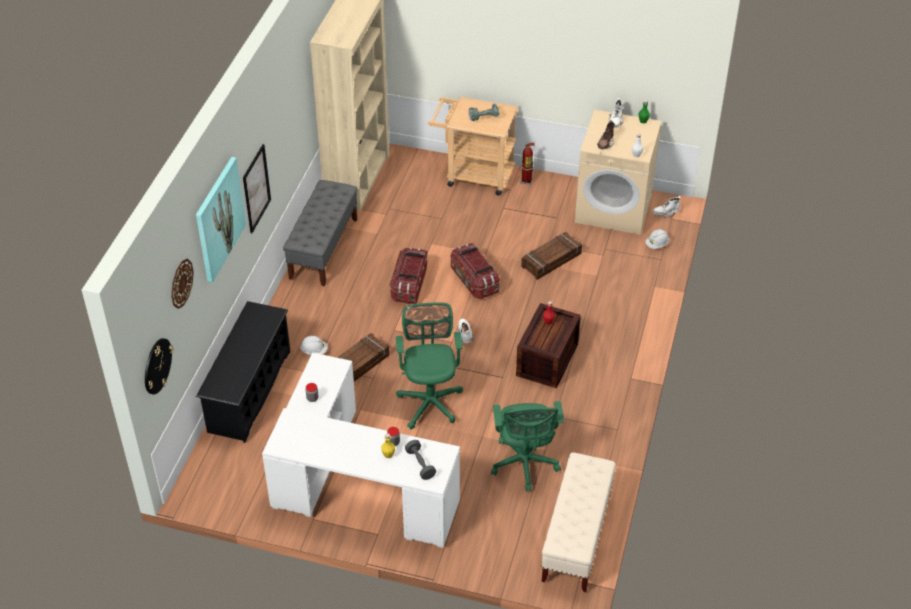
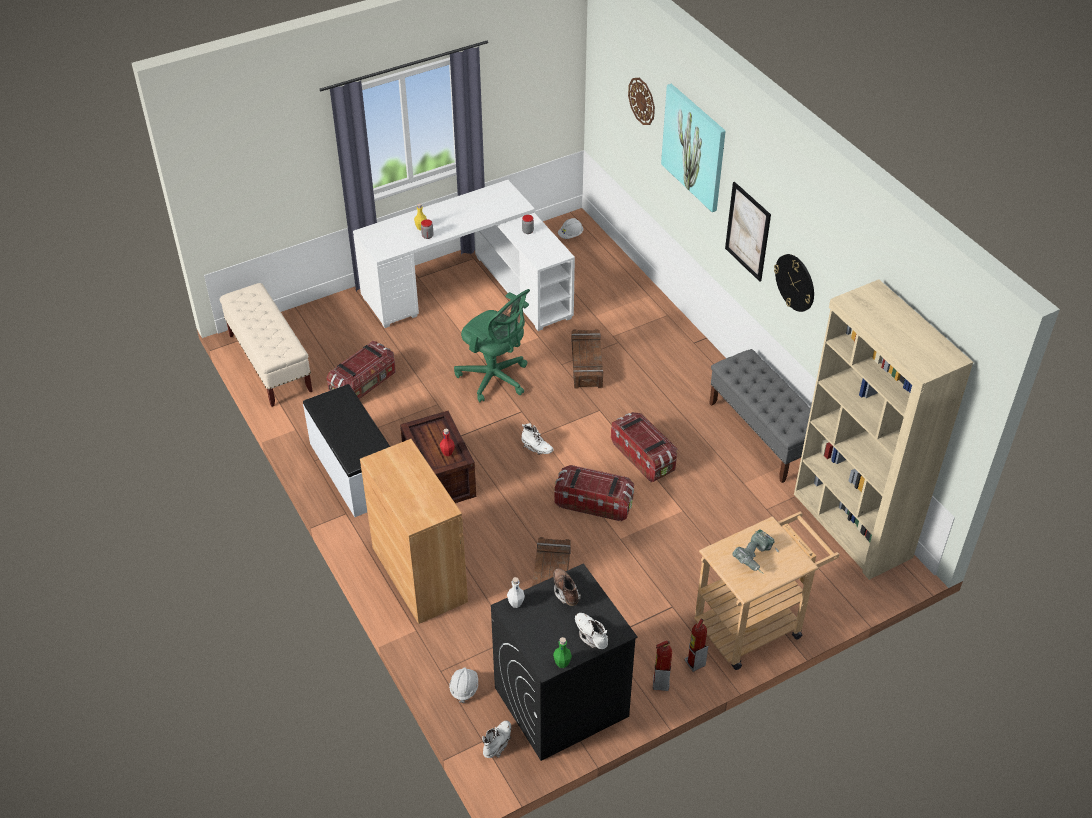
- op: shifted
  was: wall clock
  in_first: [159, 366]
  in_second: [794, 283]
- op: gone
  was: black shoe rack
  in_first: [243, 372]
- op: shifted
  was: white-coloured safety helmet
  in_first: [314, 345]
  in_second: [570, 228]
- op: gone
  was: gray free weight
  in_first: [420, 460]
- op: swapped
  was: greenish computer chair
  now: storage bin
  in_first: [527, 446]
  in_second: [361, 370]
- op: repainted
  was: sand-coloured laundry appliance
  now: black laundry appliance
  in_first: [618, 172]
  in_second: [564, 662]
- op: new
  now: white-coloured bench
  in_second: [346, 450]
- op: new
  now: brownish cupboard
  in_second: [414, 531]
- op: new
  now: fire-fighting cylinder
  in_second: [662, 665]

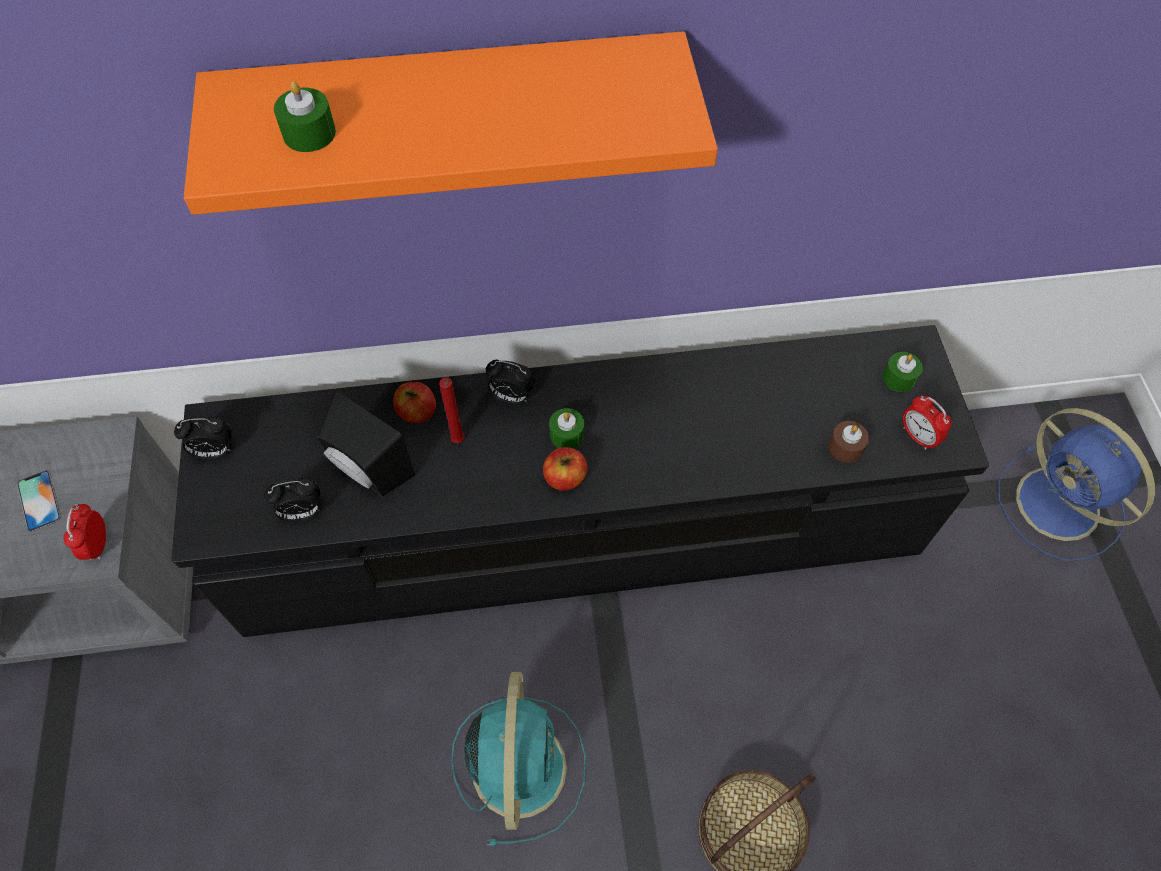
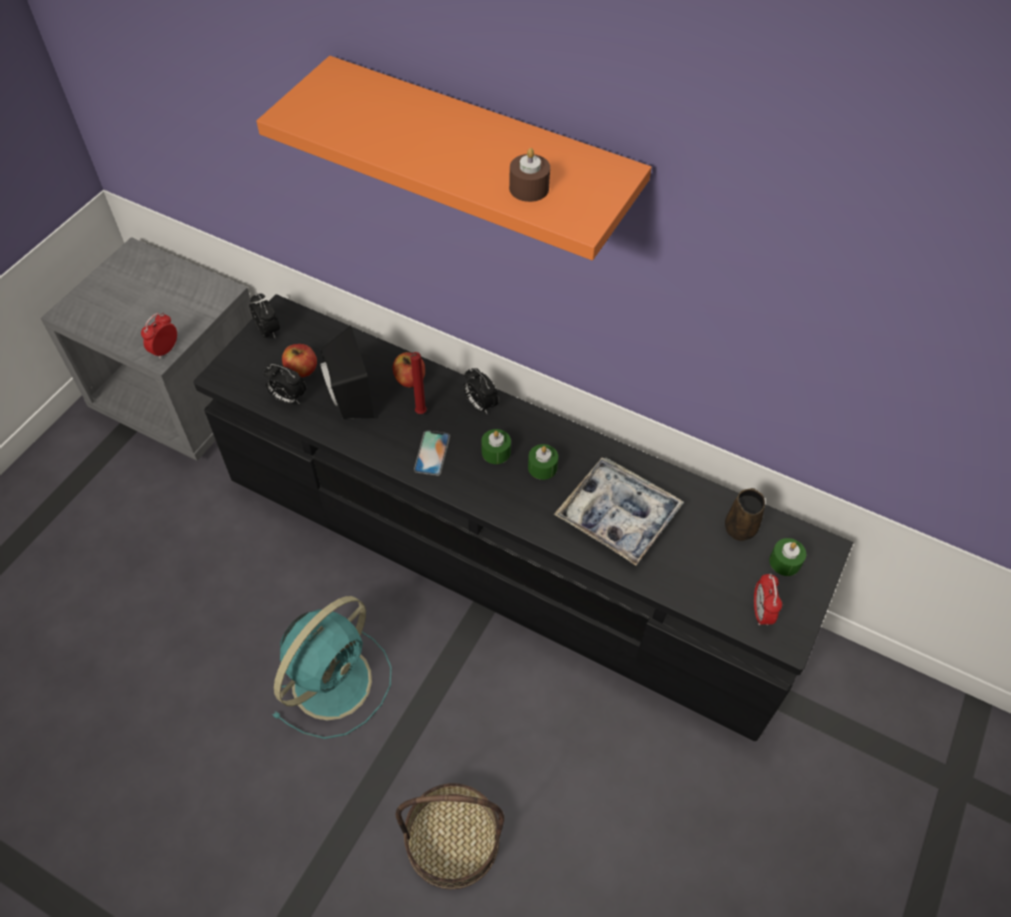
- op: shifted
  was: telephone
  in_first: [39, 501]
  in_second: [432, 453]
- op: rotated
  was: bedside clock
  in_first: [203, 438]
  in_second: [264, 315]
  clockwise: -150
- op: shifted
  was: greenish wax candle
  in_first: [305, 116]
  in_second: [543, 462]
- op: shifted
  was: apple fruit
  in_first: [565, 469]
  in_second: [299, 360]
- op: shifted
  was: brownish wax candle
  in_first: [848, 442]
  in_second: [529, 175]
- op: gone
  was: blue fan
  in_first: [1076, 484]
- op: new
  now: serving tray
  in_second: [619, 512]
- op: new
  now: brownish tea mug
  in_second: [745, 514]

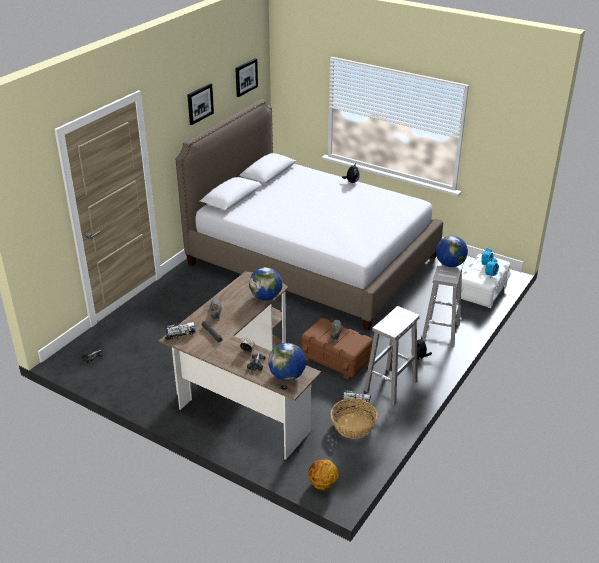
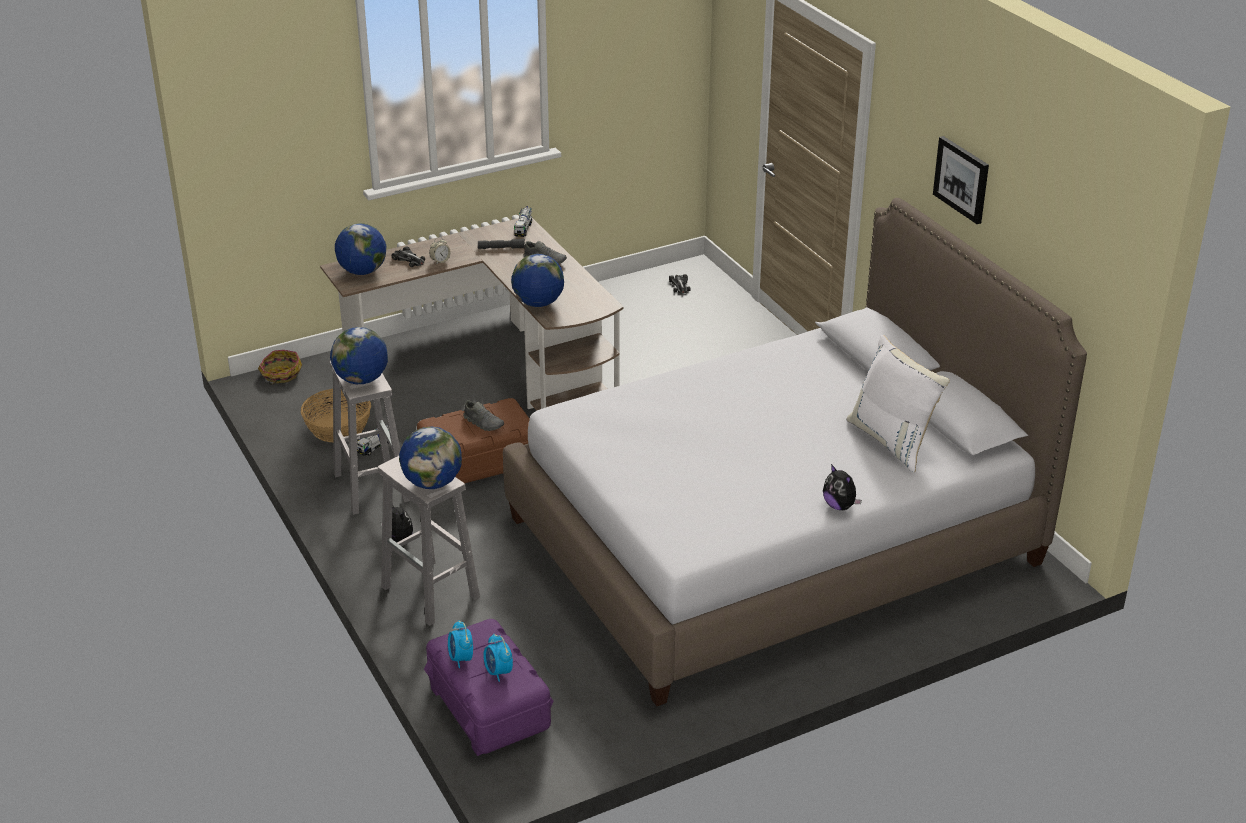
- op: gone
  was: wall picture
  in_first: [246, 77]
- op: swapped
  was: ball for basketball
  now: storage basket
  in_first: [323, 474]
  in_second: [280, 367]
- op: repainted
  was: white-coloured storage bin
  now: purple storage bin
  in_first: [486, 281]
  in_second: [489, 687]
- op: new
  now: desk globe
  in_second: [359, 355]
- op: new
  now: white-coloured cushion
  in_second: [898, 403]

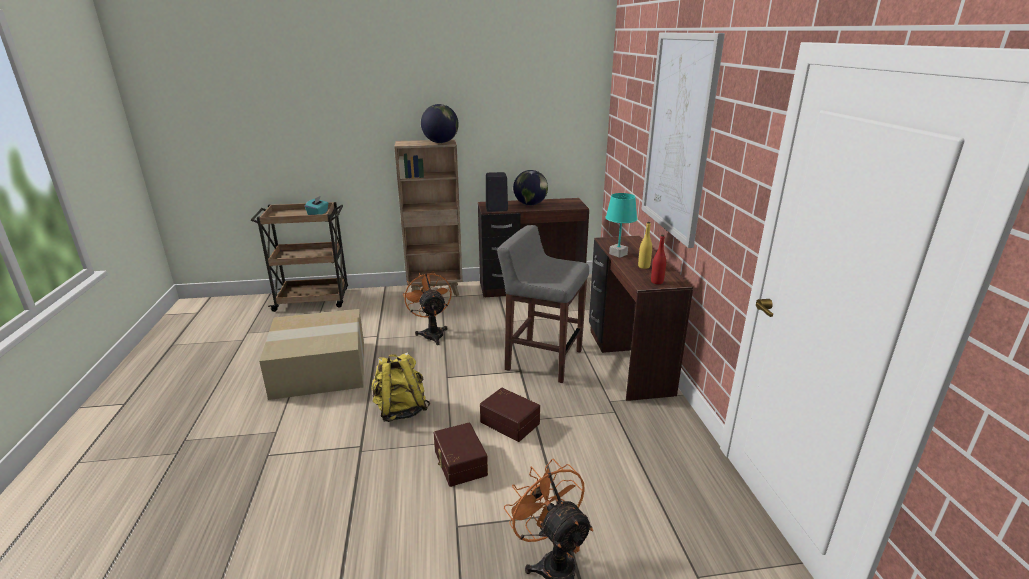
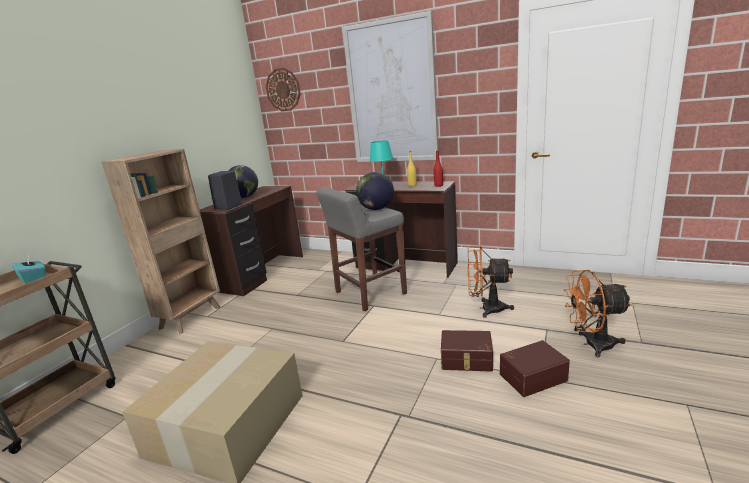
- op: gone
  was: yellow-coloured rucksack
  in_first: [401, 387]
- op: shifted
  was: orange-coloured fan
  in_first: [427, 308]
  in_second: [491, 282]
- op: shifted
  was: desk globe
  in_first: [440, 123]
  in_second: [375, 191]
- op: shifted
  was: brownish storage bin
  in_first: [510, 415]
  in_second: [535, 368]
- op: new
  now: wall clock
  in_second: [283, 89]

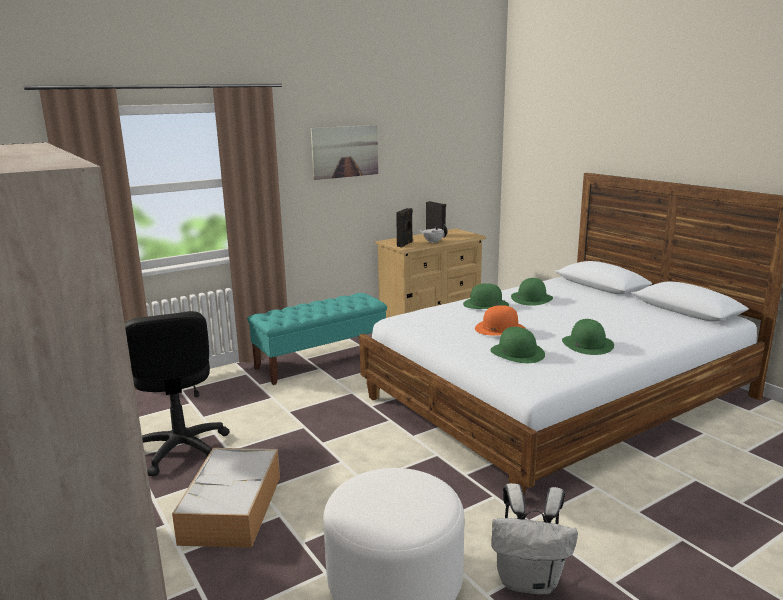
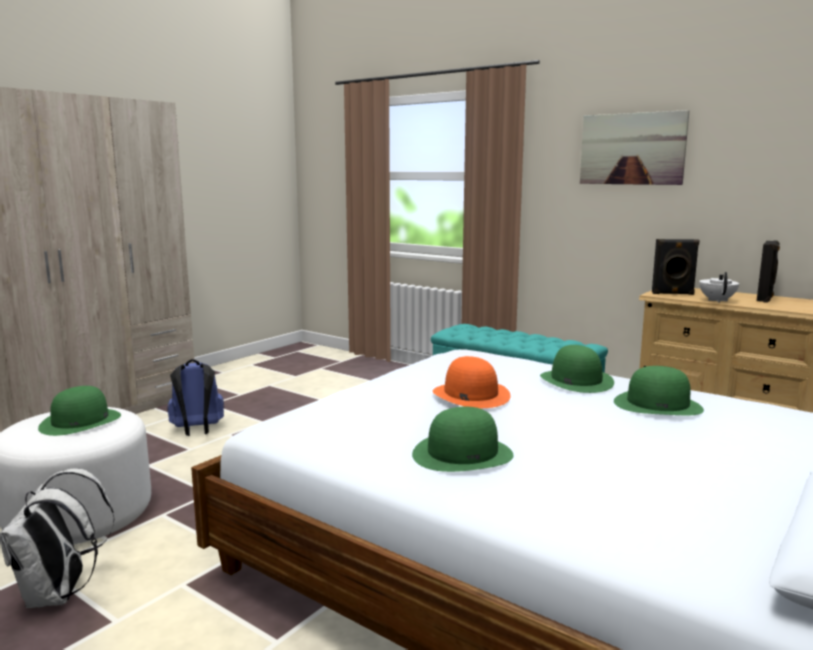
- op: gone
  was: black computer chair
  in_first: [177, 394]
- op: swapped
  was: storage bin
  now: blue rucksack
  in_first: [226, 498]
  in_second: [195, 397]
- op: shifted
  was: greenish clothing hat
  in_first: [517, 345]
  in_second: [79, 411]

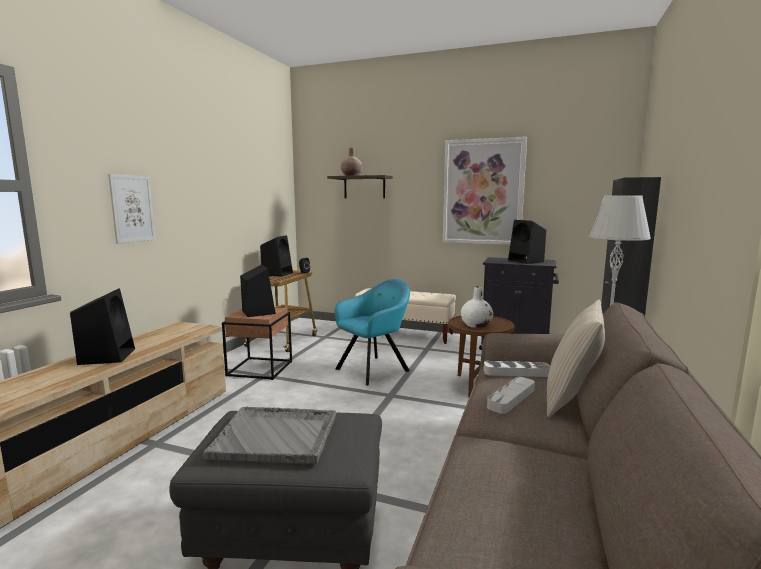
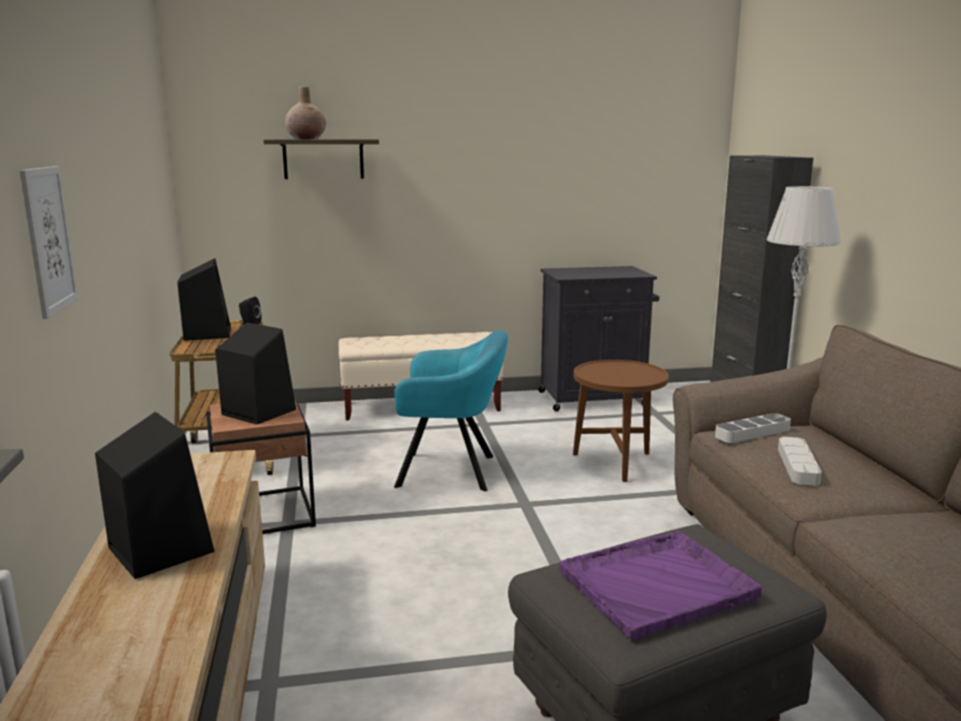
- op: repainted
  was: gray serving tray
  now: purple serving tray
  in_first: [269, 435]
  in_second: [661, 585]
- op: rotated
  was: turquoise-coloured lounge chair
  in_first: [372, 332]
  in_second: [451, 411]
  clockwise: 75
- op: gone
  was: wall picture
  in_first: [485, 191]
- op: gone
  was: white-coloured decorative vase
  in_first: [477, 307]
- op: gone
  was: black speaker
  in_first: [527, 242]
- op: gone
  was: sand-coloured cushion
  in_first: [576, 358]

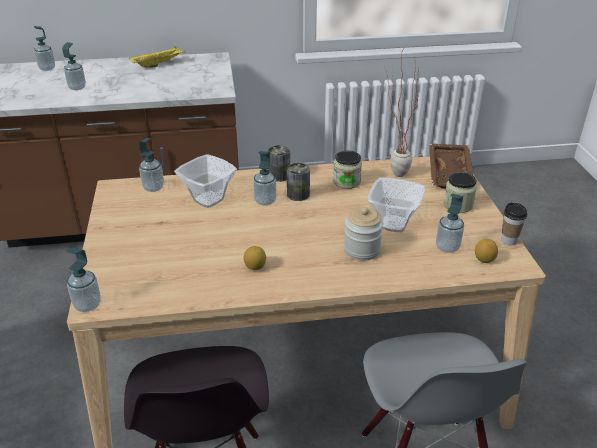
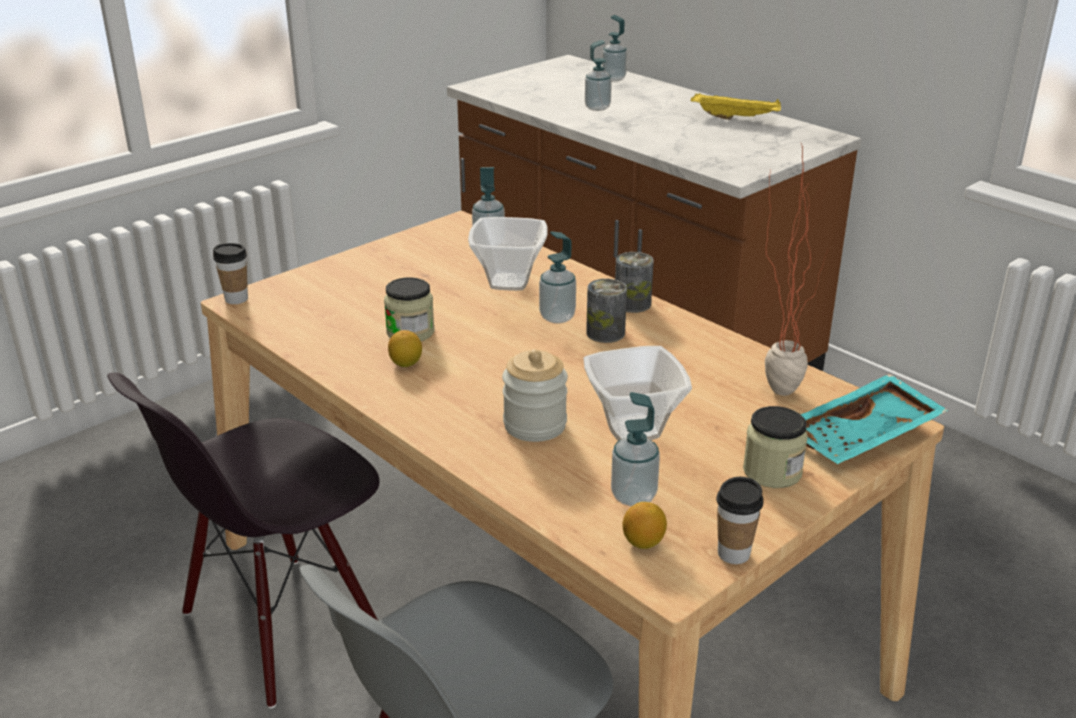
- op: swapped
  was: soap dispenser
  now: small cup
  in_first: [83, 279]
  in_second: [230, 273]
- op: shifted
  was: jar
  in_first: [347, 170]
  in_second: [409, 309]
- op: repainted
  was: brownish serving tray
  now: turquoise-coloured serving tray
  in_first: [451, 166]
  in_second: [875, 419]

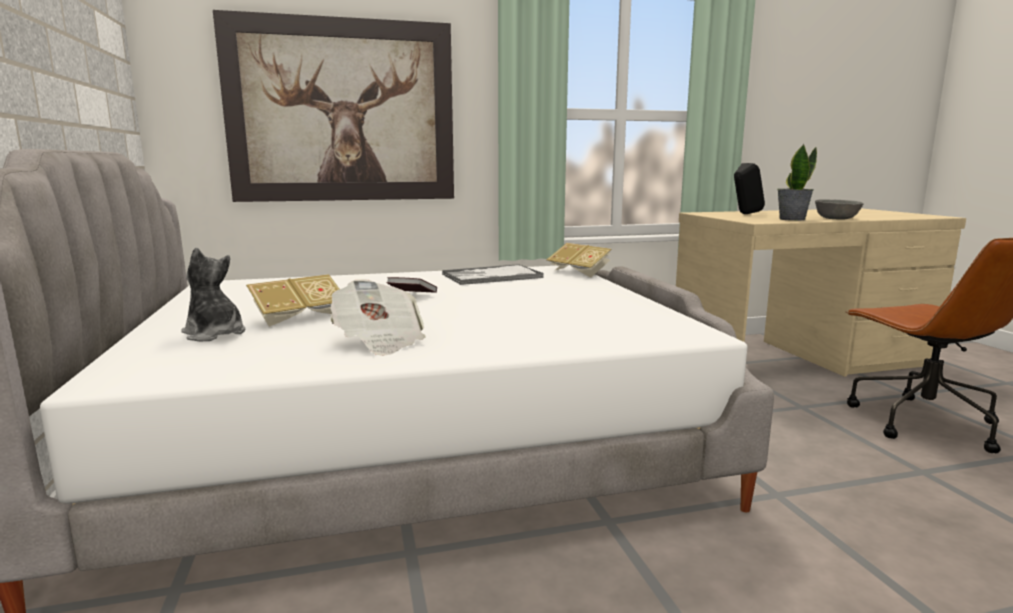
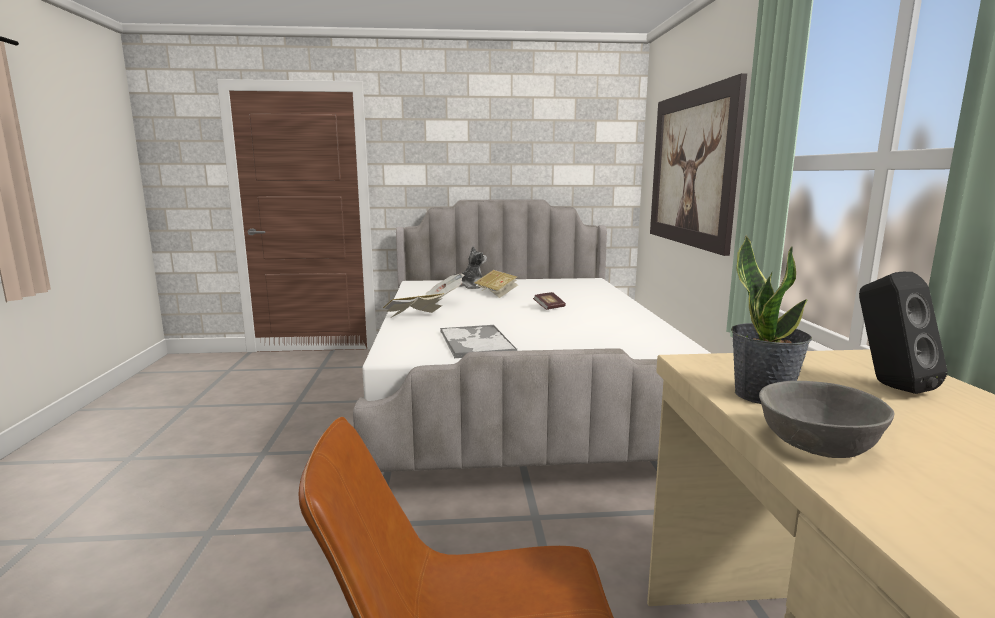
- op: shifted
  was: serving tray
  in_first: [493, 274]
  in_second: [478, 341]
- op: shifted
  was: bound book
  in_first: [579, 260]
  in_second: [413, 305]

